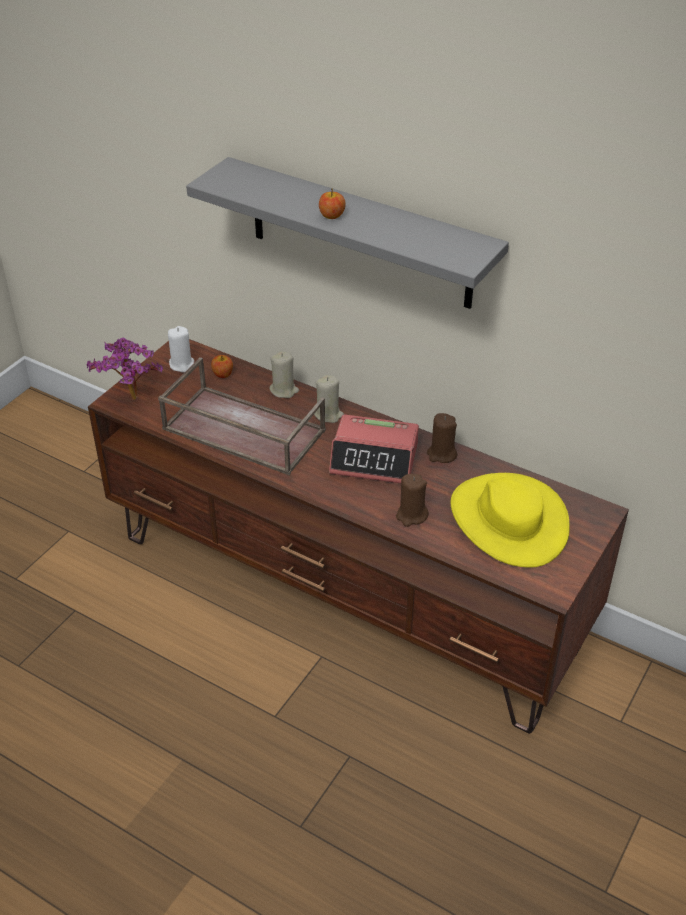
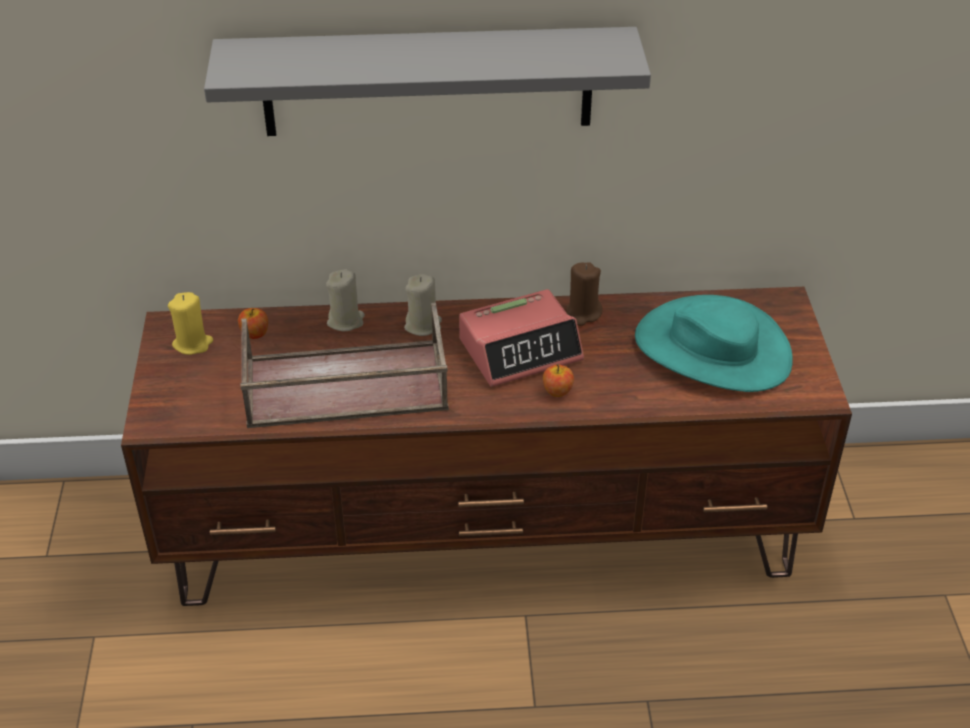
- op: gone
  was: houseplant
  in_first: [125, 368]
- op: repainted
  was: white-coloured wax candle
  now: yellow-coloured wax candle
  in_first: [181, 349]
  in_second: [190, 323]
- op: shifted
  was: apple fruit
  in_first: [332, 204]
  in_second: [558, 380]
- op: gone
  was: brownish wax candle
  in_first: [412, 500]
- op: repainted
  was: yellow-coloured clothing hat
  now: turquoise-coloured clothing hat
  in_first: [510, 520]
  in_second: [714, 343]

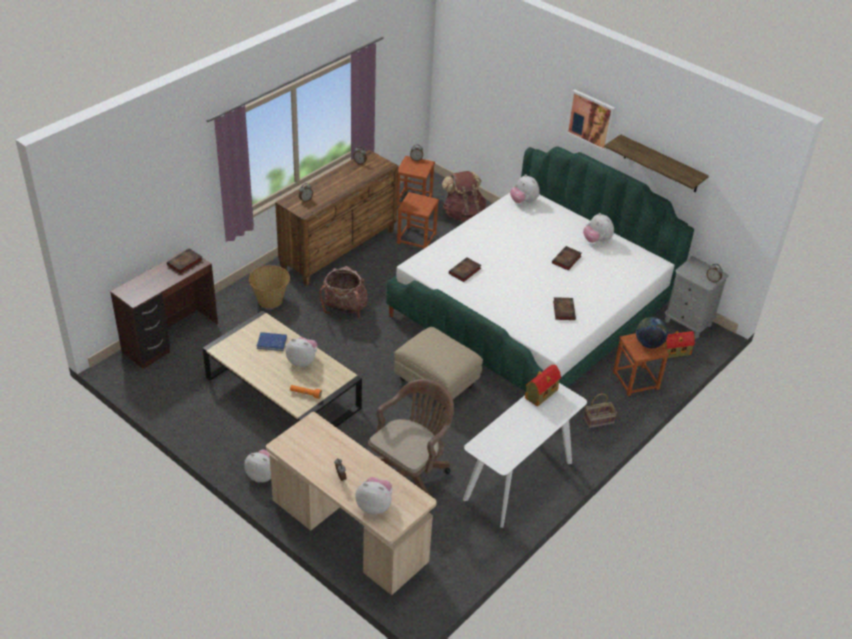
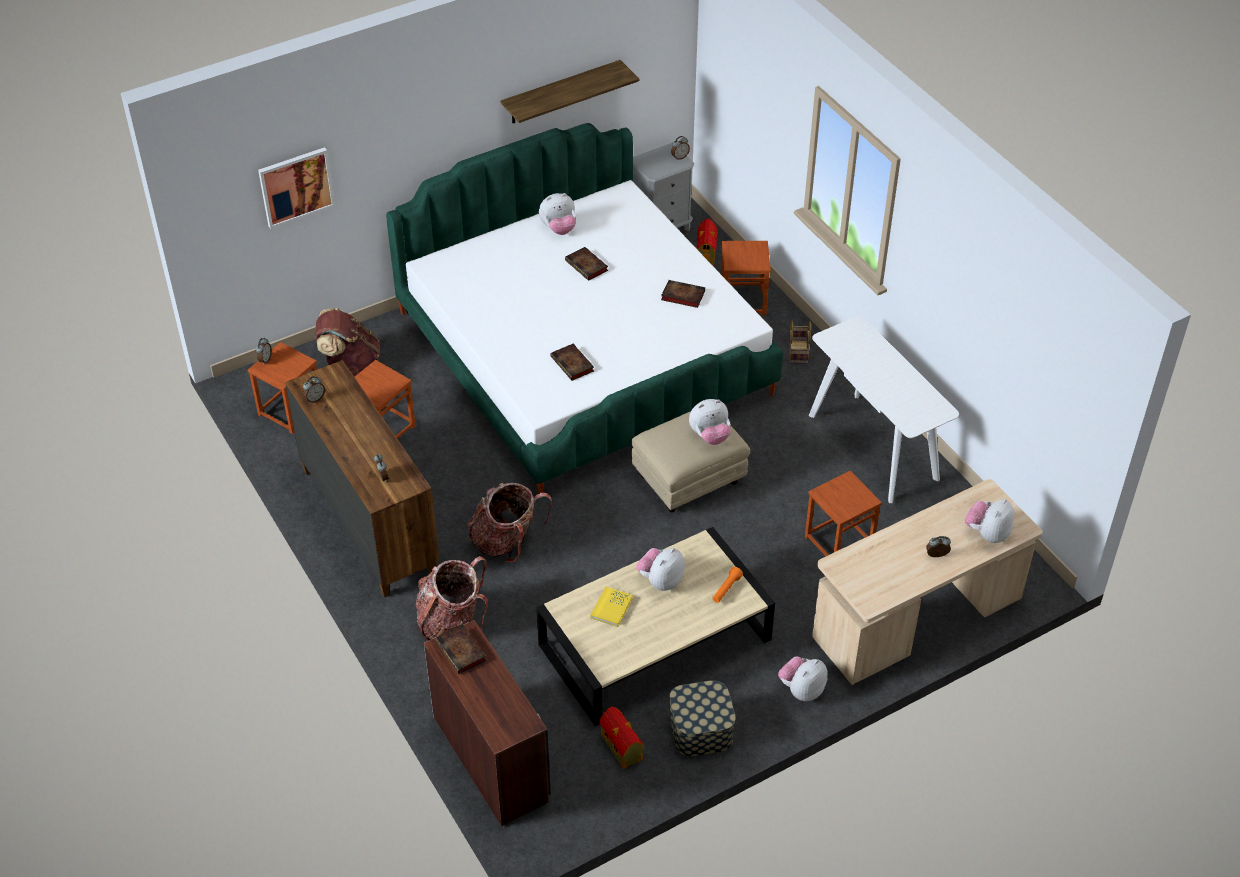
- op: swapped
  was: storage basket
  now: rucksack
  in_first: [269, 286]
  in_second: [452, 598]
- op: repainted
  was: blue bound book
  now: yellow-coloured bound book
  in_first: [272, 341]
  in_second: [612, 607]
- op: swapped
  was: brownish computer chair
  now: brownish stool
  in_first: [411, 438]
  in_second: [843, 513]
- op: shifted
  was: plush toy
  in_first: [525, 188]
  in_second: [710, 422]
- op: shifted
  was: toy house
  in_first: [543, 385]
  in_second: [621, 738]
- op: shifted
  was: wall picture
  in_first: [590, 120]
  in_second: [296, 188]
- op: gone
  was: desk globe
  in_first: [652, 332]
- op: new
  now: storage bin
  in_second: [702, 718]

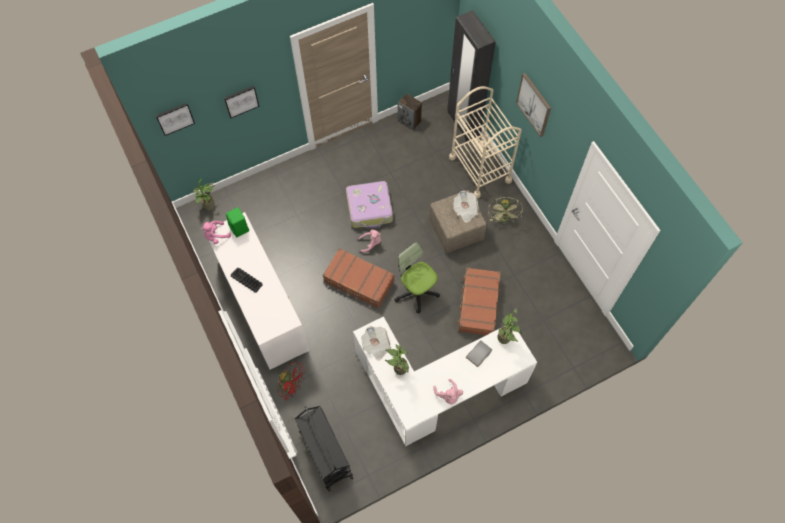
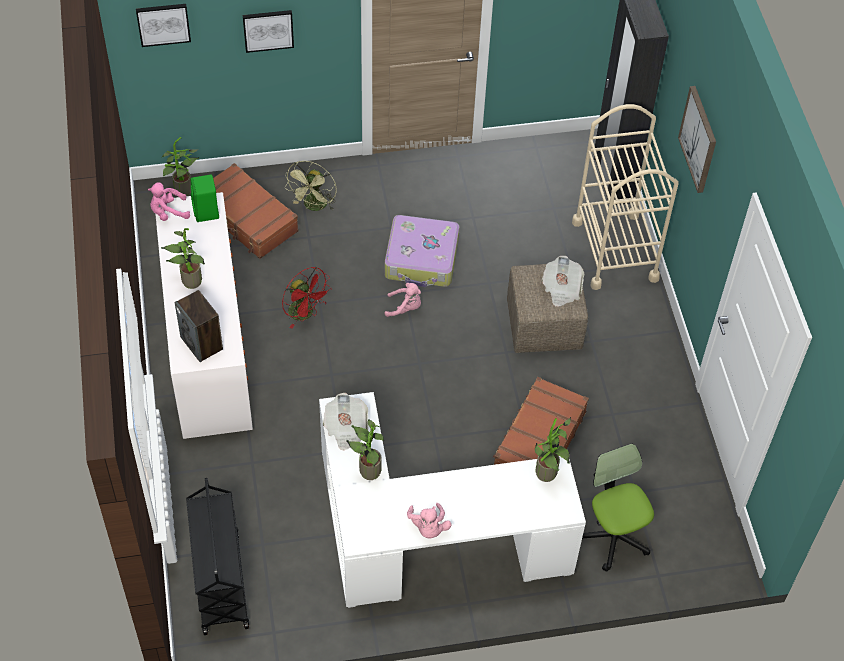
- op: swapped
  was: keyboard
  now: houseplant
  in_first: [247, 280]
  in_second: [183, 258]
- op: shifted
  was: reddish fan
  in_first: [292, 381]
  in_second: [307, 298]
- op: shifted
  was: brownish suitcase
  in_first: [358, 278]
  in_second: [255, 211]
- op: shifted
  was: computer chair
  in_first: [417, 277]
  in_second: [618, 507]
- op: shifted
  was: speaker
  in_first: [410, 111]
  in_second: [199, 326]
- op: gone
  was: gray bound book
  in_first: [479, 353]
- op: shifted
  was: greenish fan
  in_first: [505, 210]
  in_second: [310, 186]

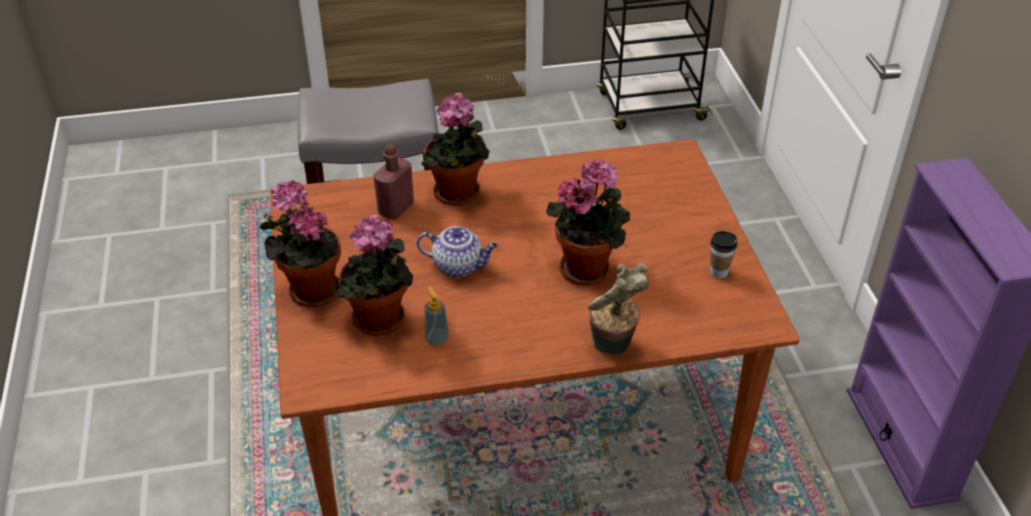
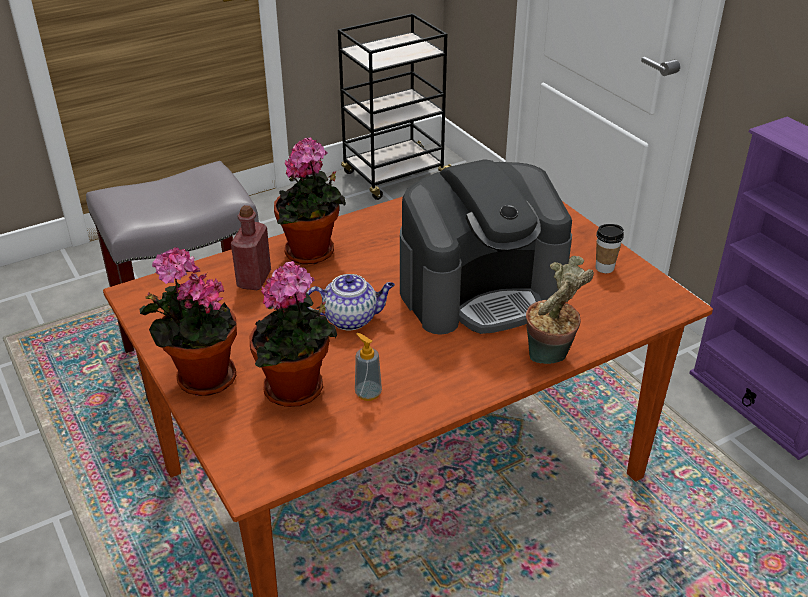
- op: swapped
  was: houseplant
  now: coffee maker
  in_first: [588, 222]
  in_second: [486, 247]

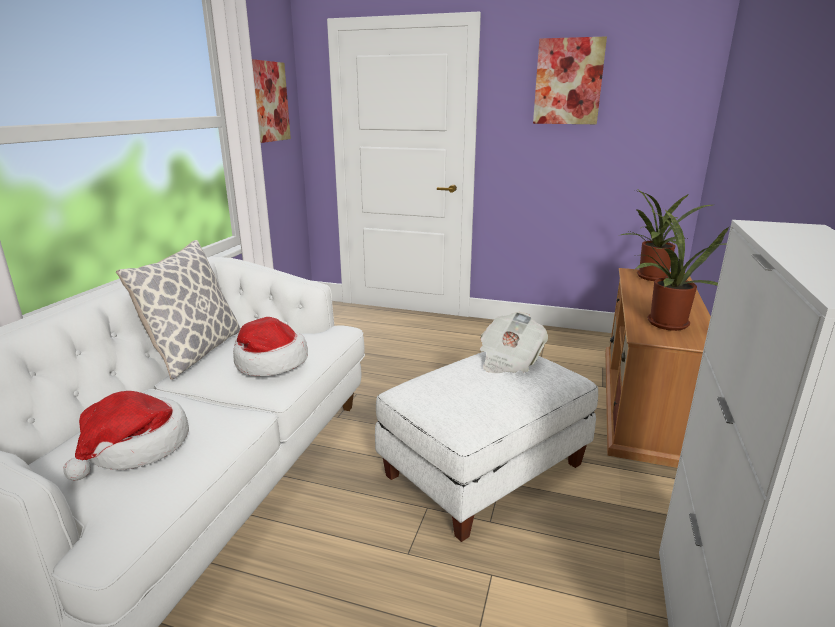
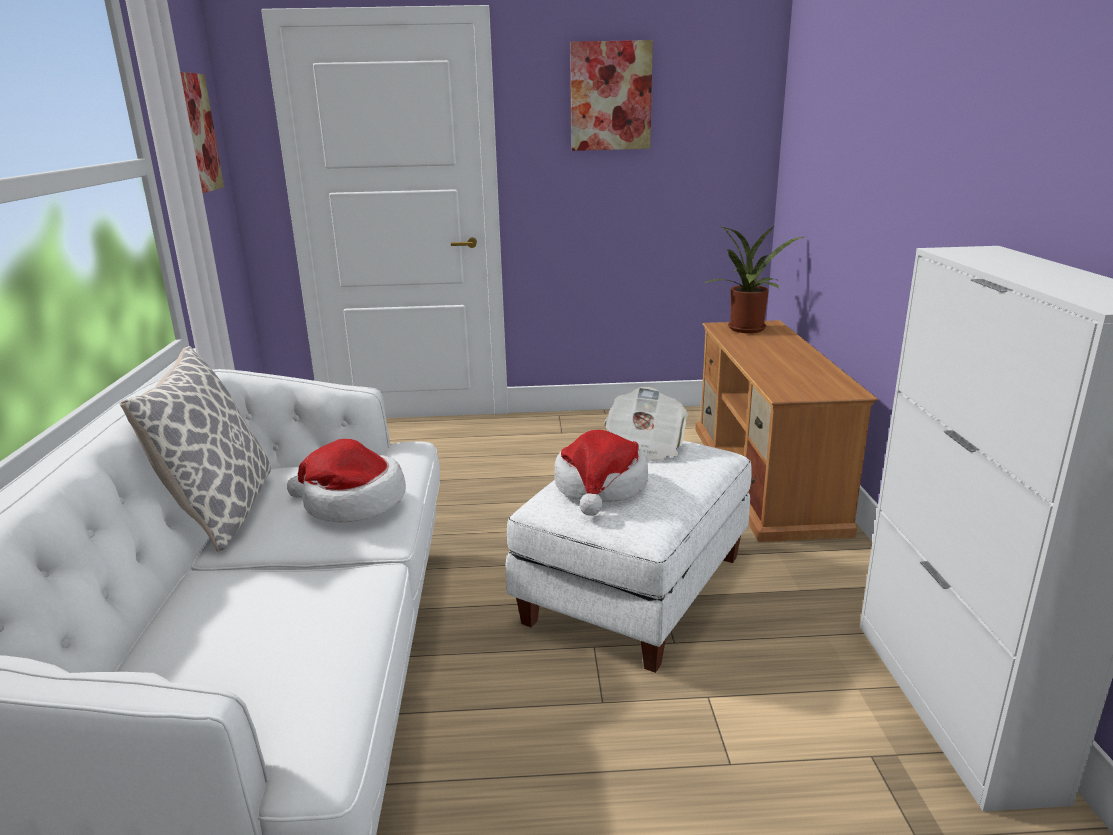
- op: shifted
  was: clothing hat
  in_first: [126, 436]
  in_second: [601, 473]
- op: gone
  was: houseplant
  in_first: [679, 270]

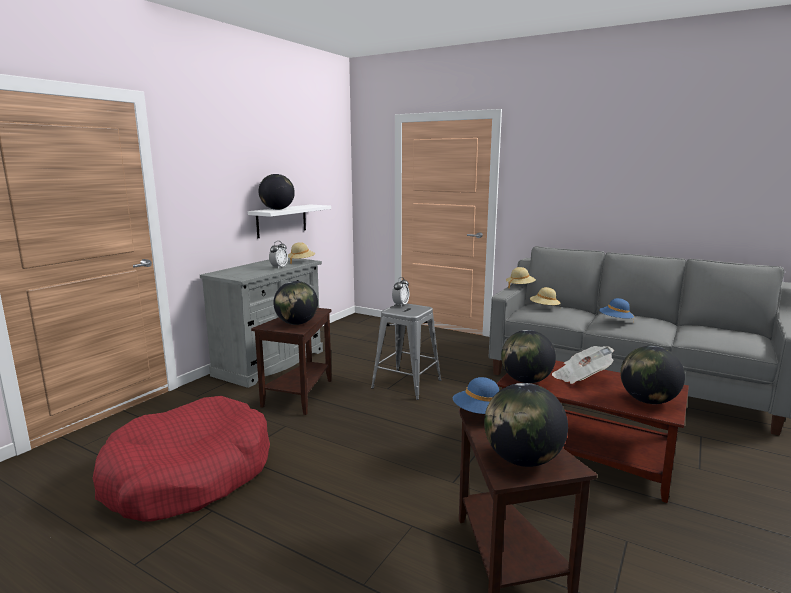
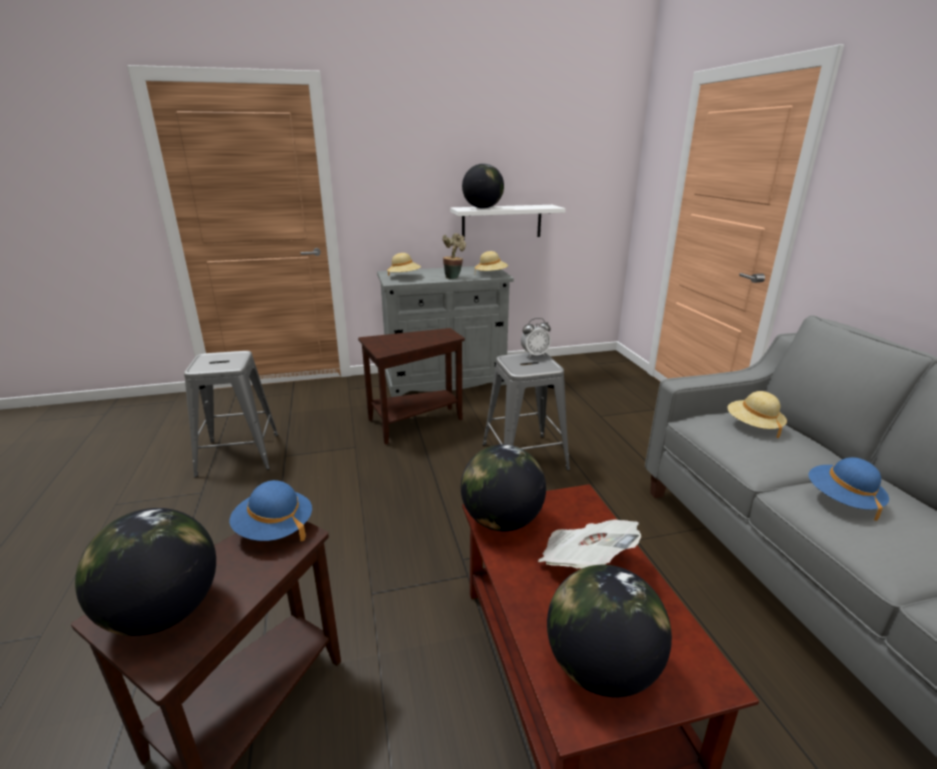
- op: swapped
  was: reddish dog cushion
  now: gray stool
  in_first: [181, 459]
  in_second: [231, 414]
- op: swapped
  was: bedside clock
  now: houseplant
  in_first: [278, 255]
  in_second: [454, 256]
- op: gone
  was: desk globe
  in_first: [295, 303]
- op: shifted
  was: sand-coloured clothing hat
  in_first: [521, 277]
  in_second: [404, 264]

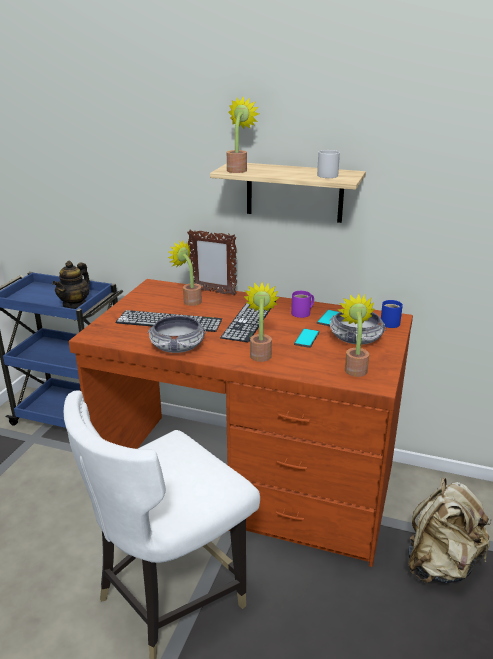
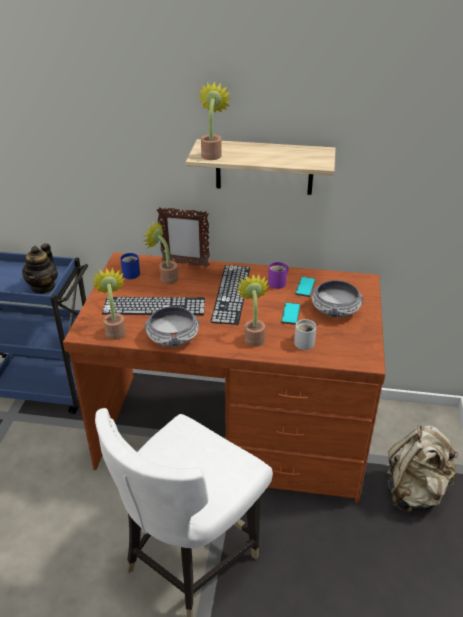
- op: shifted
  was: white-coloured tea mug
  in_first: [328, 164]
  in_second: [305, 334]
- op: shifted
  was: houseplant
  in_first: [356, 335]
  in_second: [108, 304]
- op: shifted
  was: blue tea mug
  in_first: [392, 314]
  in_second: [130, 266]

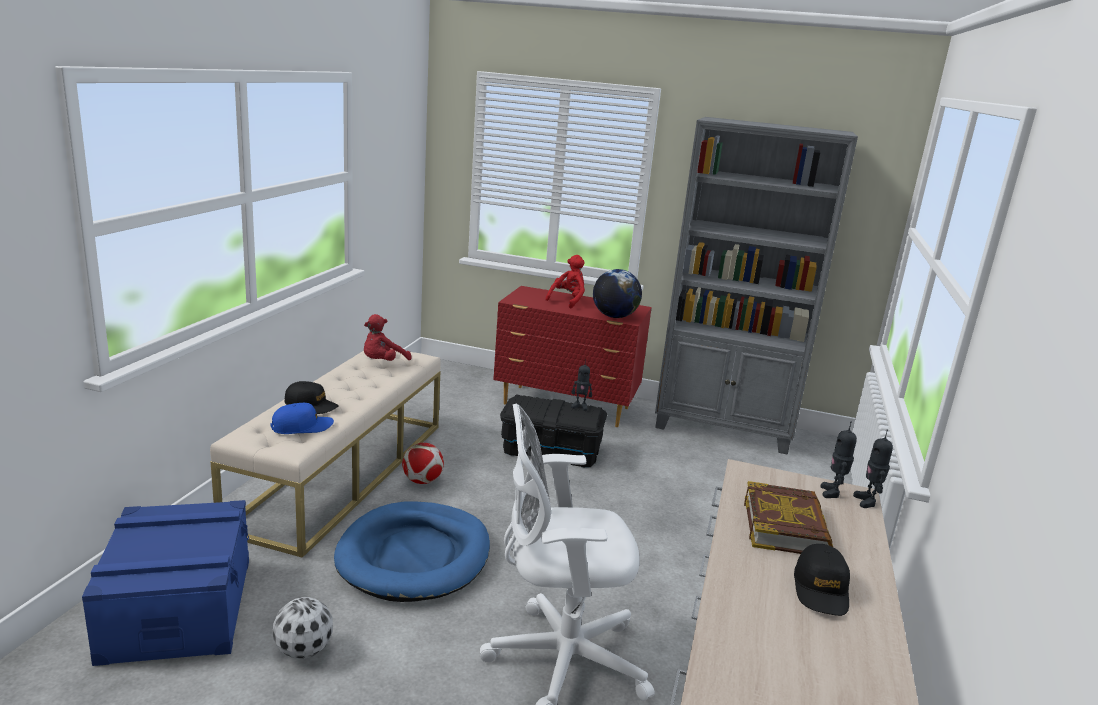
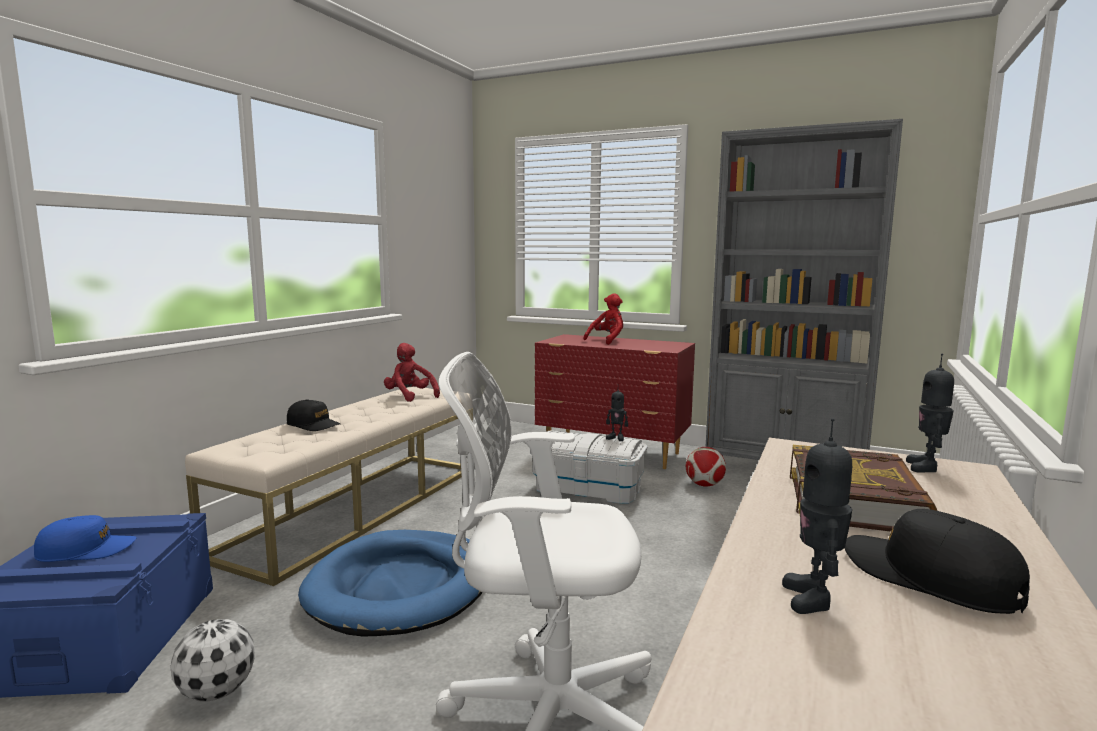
- op: shifted
  was: blue baseball cap
  in_first: [302, 418]
  in_second: [85, 538]
- op: rotated
  was: reddish plush toy
  in_first: [388, 337]
  in_second: [412, 372]
  clockwise: 90
- op: shifted
  was: ball for football
  in_first: [423, 463]
  in_second: [706, 466]
- op: repainted
  was: black storage bin
  now: white-coloured storage bin
  in_first: [553, 431]
  in_second: [588, 467]
- op: gone
  was: desk globe
  in_first: [617, 293]
- op: rotated
  was: black baseball cap
  in_first: [822, 580]
  in_second: [937, 561]
  clockwise: 120
- op: shifted
  was: model robot
  in_first: [873, 468]
  in_second: [817, 516]

